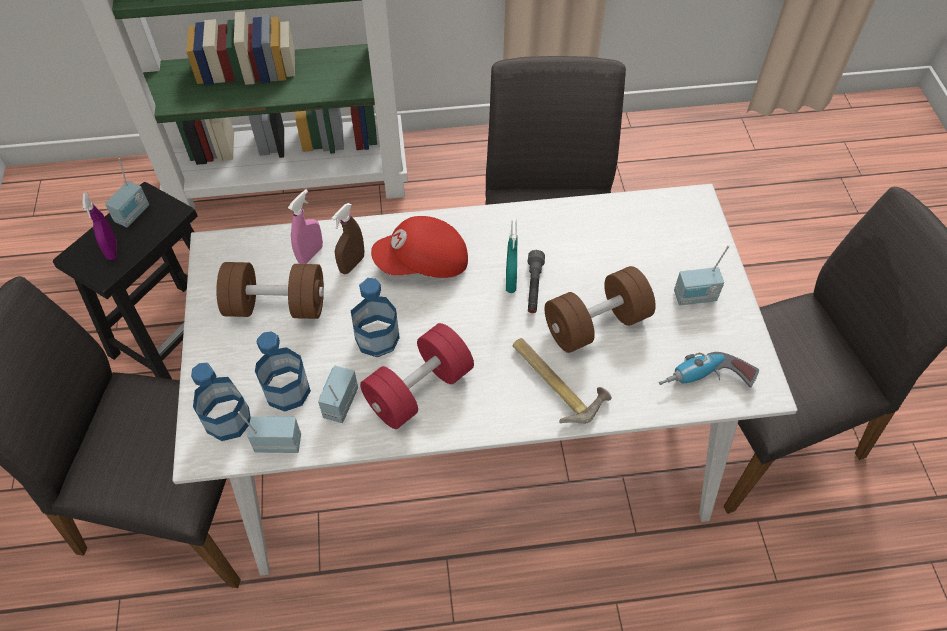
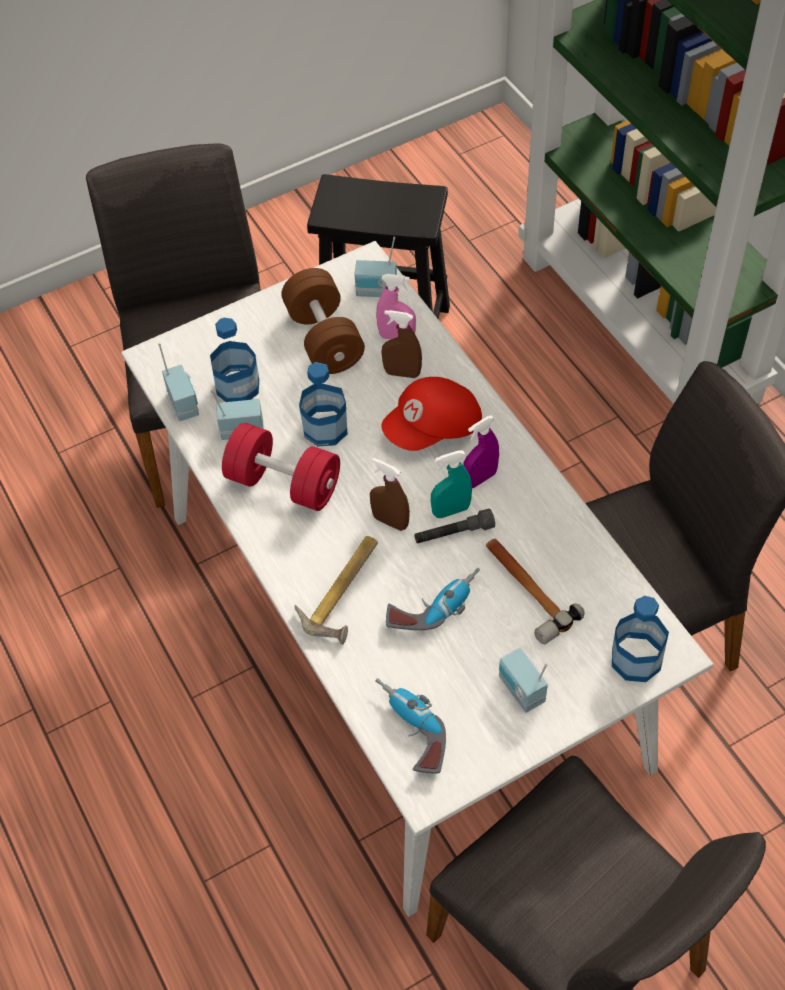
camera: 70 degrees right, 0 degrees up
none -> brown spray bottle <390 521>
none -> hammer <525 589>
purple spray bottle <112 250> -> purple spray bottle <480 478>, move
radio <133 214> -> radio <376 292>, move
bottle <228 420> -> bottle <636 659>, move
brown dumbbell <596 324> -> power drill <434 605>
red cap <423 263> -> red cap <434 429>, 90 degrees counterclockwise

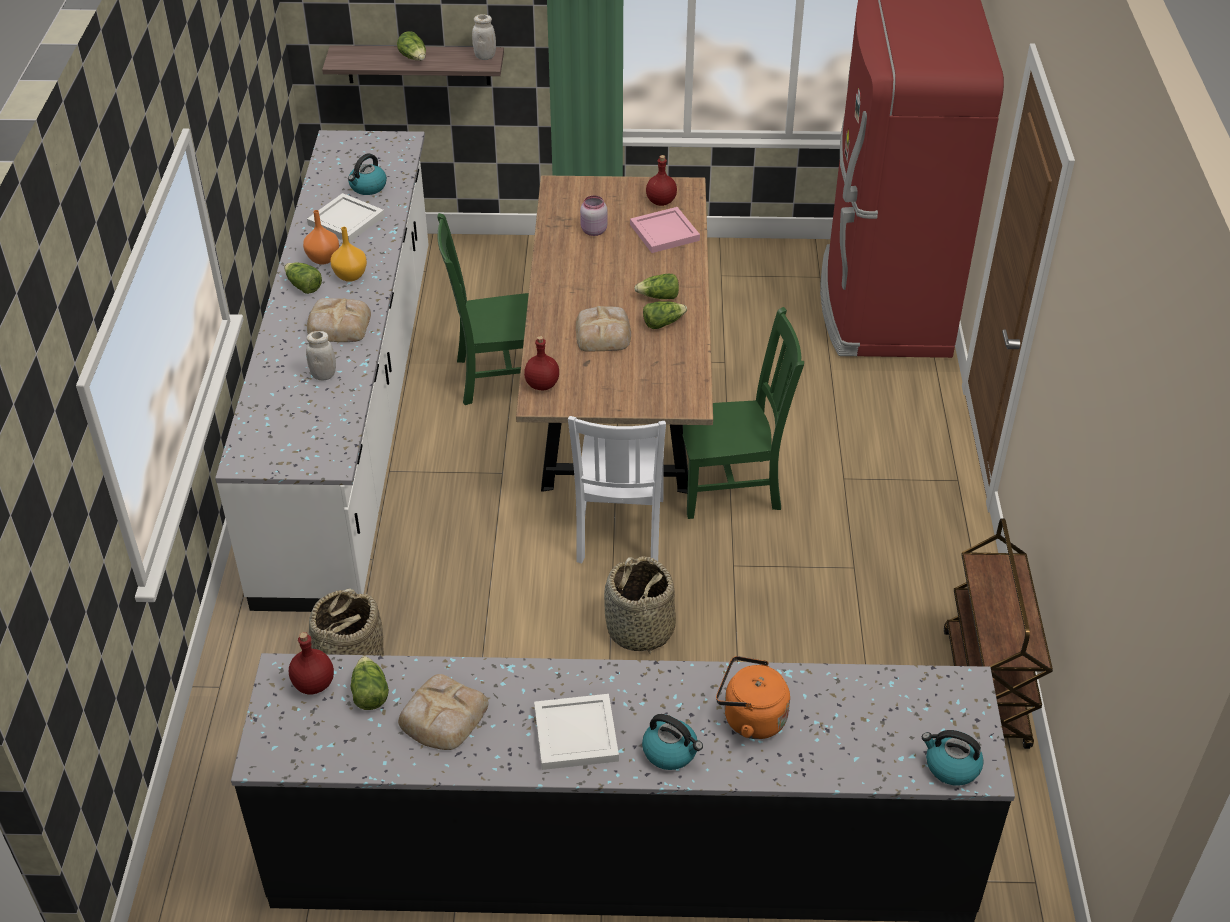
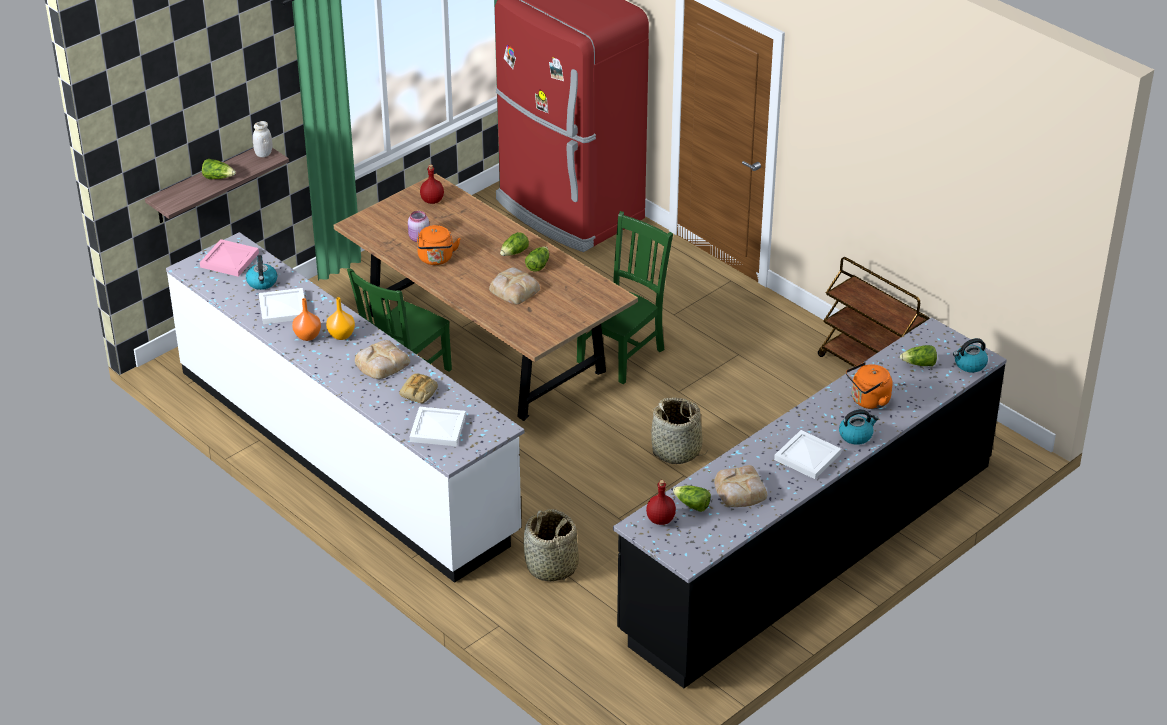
camera: 45 degrees left, 5 degrees down
red bottle <541 384> -> none
white chair <620 533> -> none
none -> white tray <437 428>
none -> orange kettle <436 259>
lettuce <303 286> -> lettuce <919 364>, move
pink tray <663 232> -> pink tray <228 260>, move
white jar <323 375> -> bread <419 392>

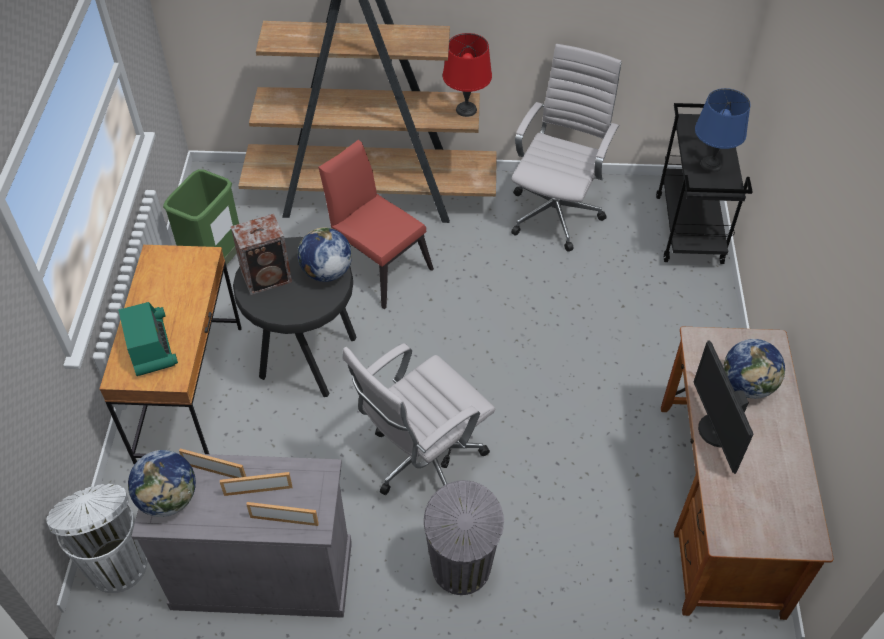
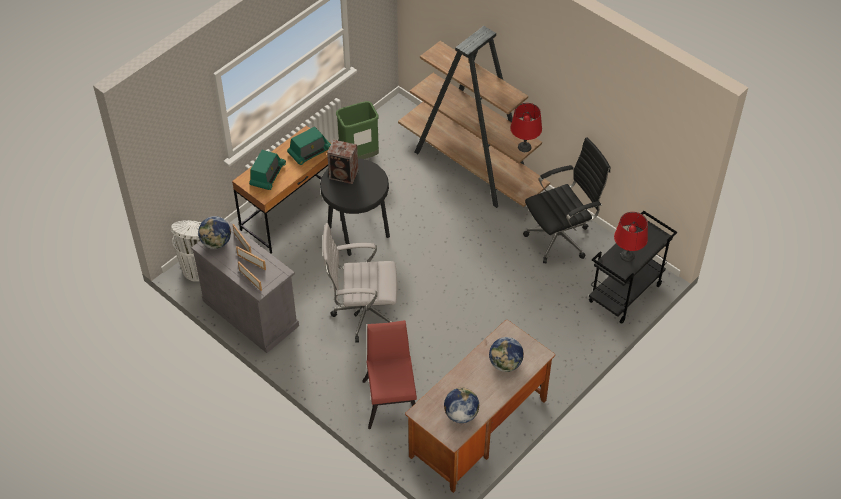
camera: 40 degrees right, 0 degrees up
grey trash can <461 569> -> none
monitor <716 430> -> none
none -> radio <310 152>
globe <326 272> -> globe <460 414>, move
red chair <377 264> -> red chair <391 397>, move
white office chair <556 212> -> black office chair <561 238>
blue table lamp <711 165> -> red table lamp <627 256>

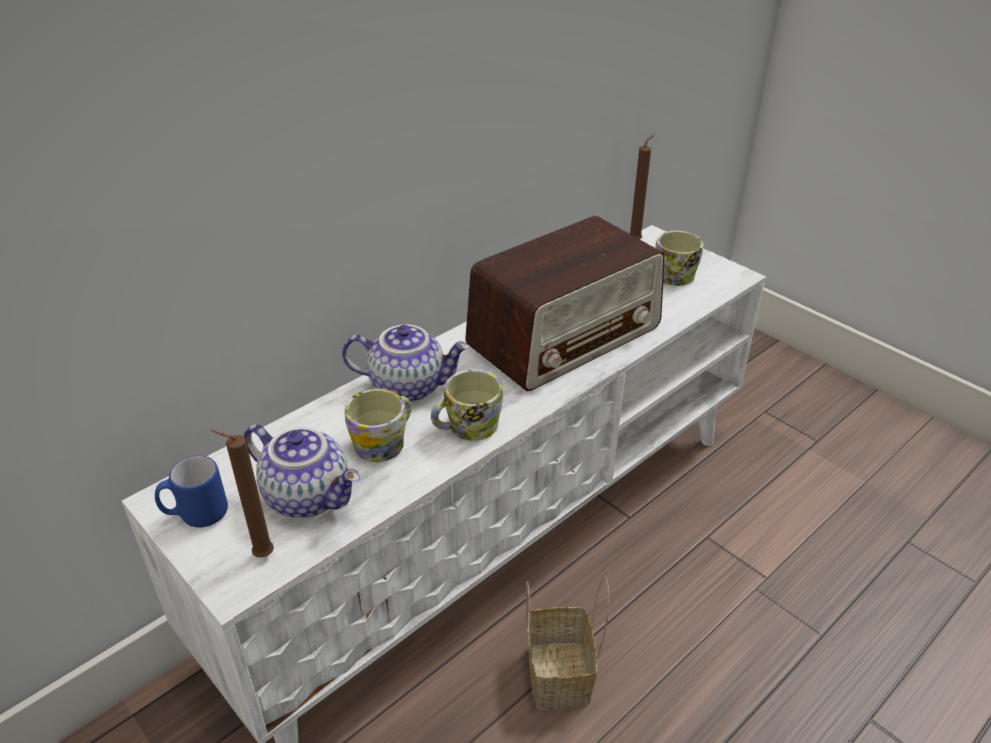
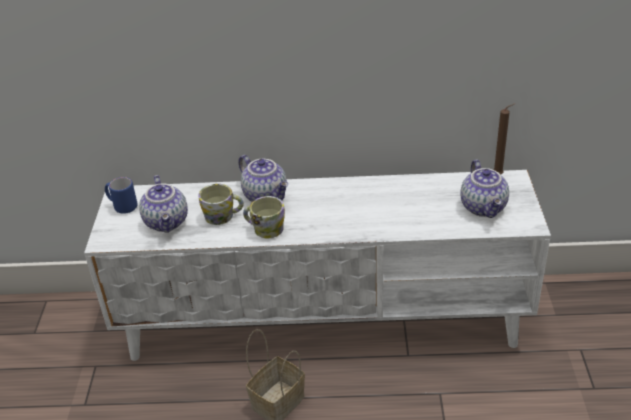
camera: 45 degrees right, 0 degrees up
brown candle <260 555> -> none
radio <565 336> -> none
mug <671 279> -> teapot <484 207>

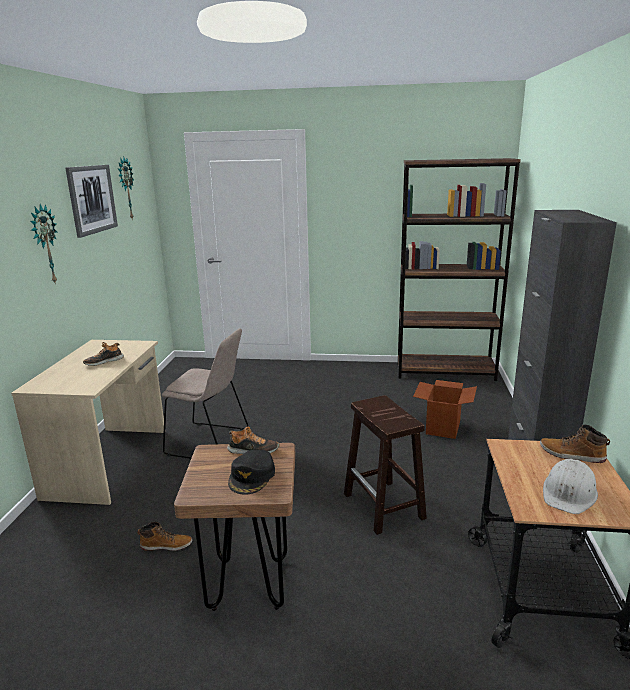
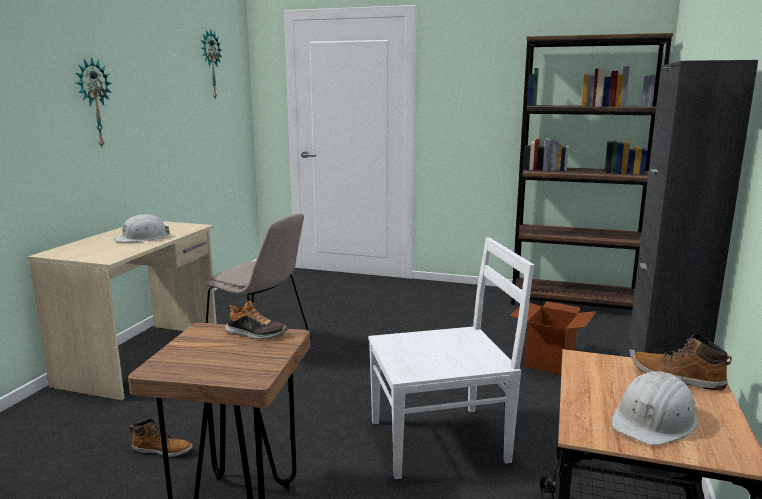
camera: 10 degrees right, 5 degrees down
picture <92 199> -> none
black cap <252 476> -> none
shoe <104 361> -> white hard hat <142 238>
brown stool <384 506> -> white chair <442 440>

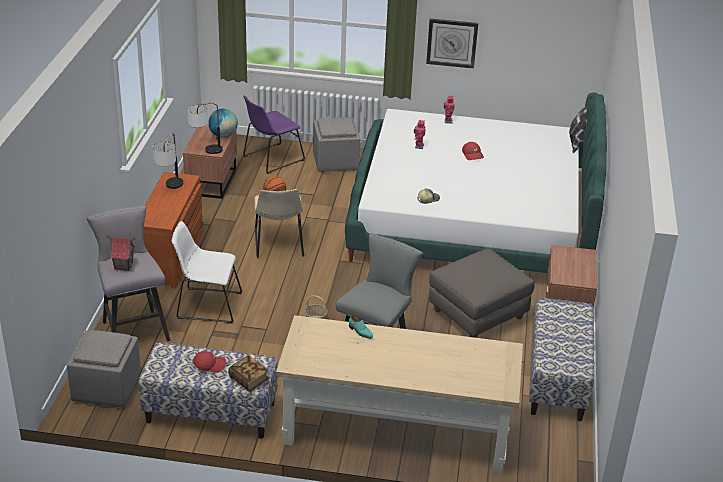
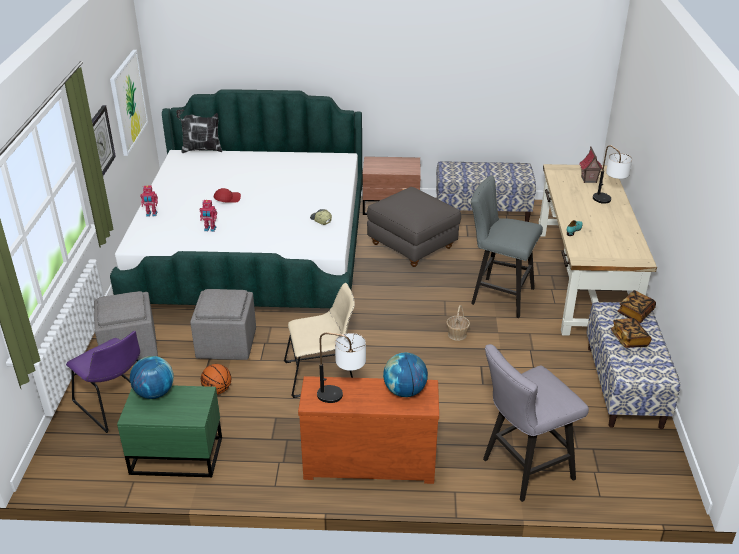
camera: 95 degrees left, 0 degrees up
white chair <206 305> -> none
none -> picture <128 102>
none -> globe <405 391>
grey ottoman <107 388> -> grey ottoman <227 344>, move
toy house <123 266> -> toy house <588 180>, move
table lamp <205 151> -> table lamp <607 203>, move
red cap <209 364> -> book <629 339>
brown nightstand <212 181> -> green nightstand <175 454>

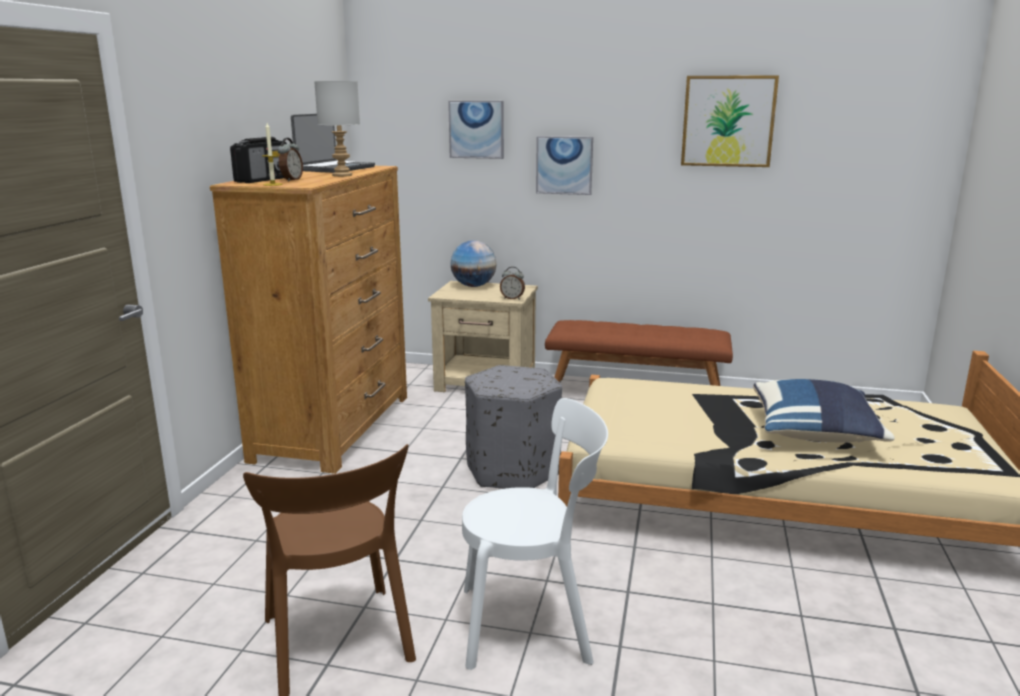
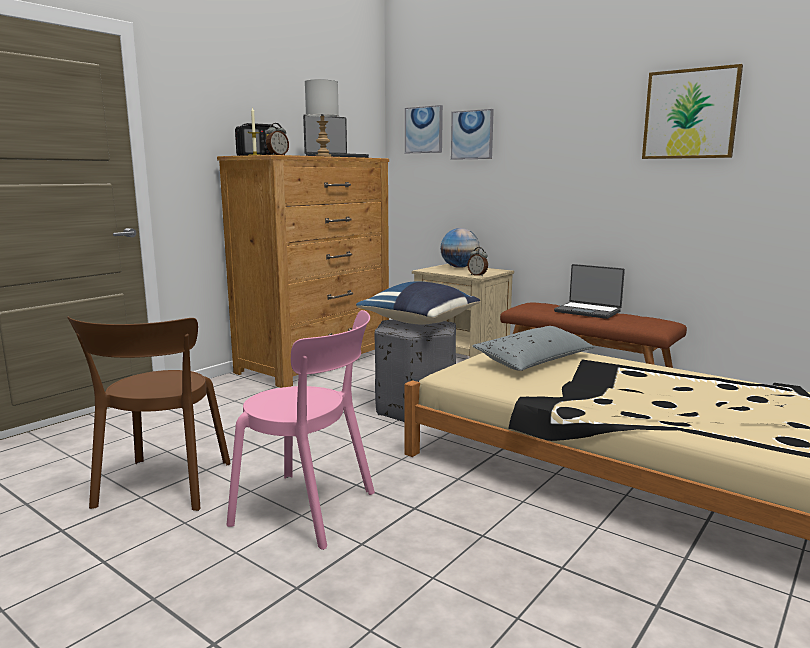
camera: 25 degrees right, 5 degrees down
none -> grey pillow <534 360>
none -> laptop <588 311>
picture <564 165> -> picture <424 130>, move
blue pillow <815 434> -> blue pillow <420 322>, move
white chair <533 623> -> pink chair <310 510>

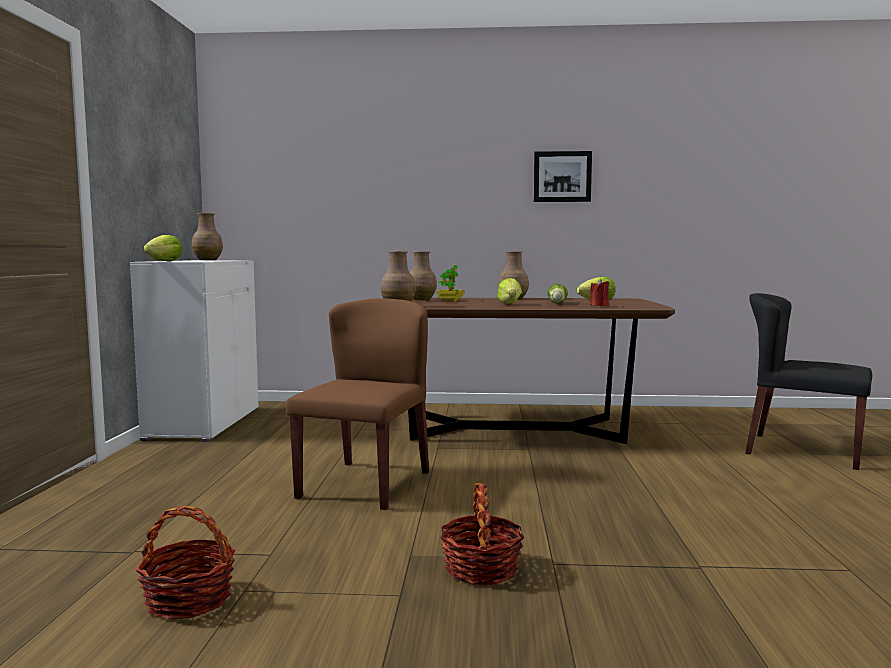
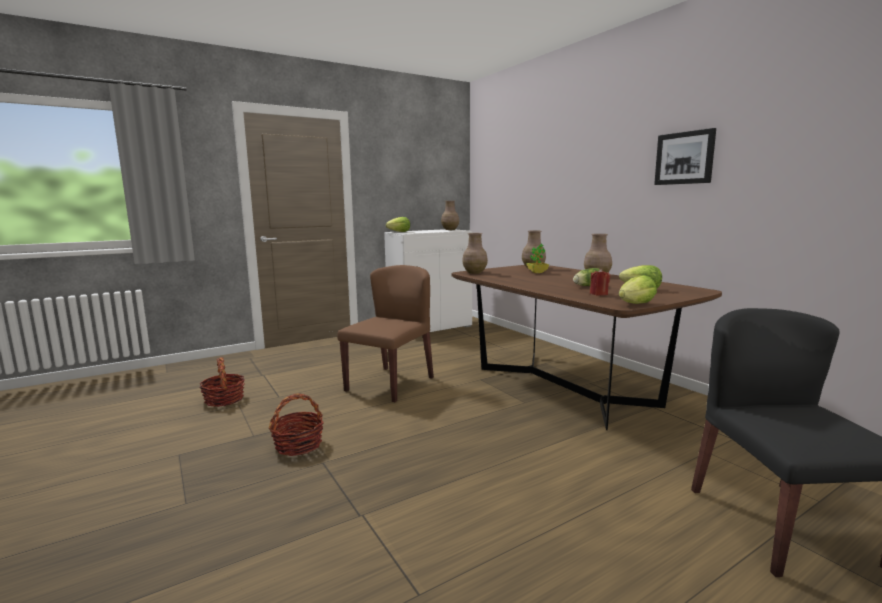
camera: 55 degrees right, 5 degrees up
lettuce <510 304> -> lettuce <636 304>, move
brown chair <365 484> -> brown chair <390 383>, 45 degrees counterclockwise

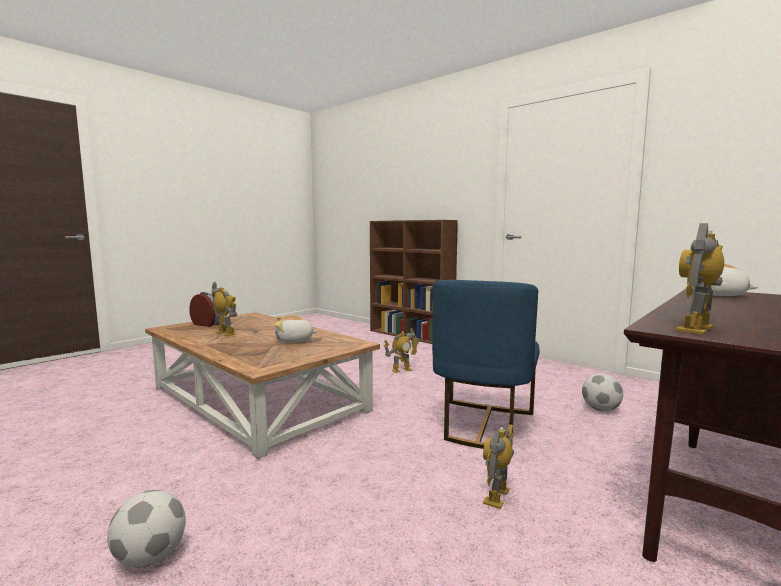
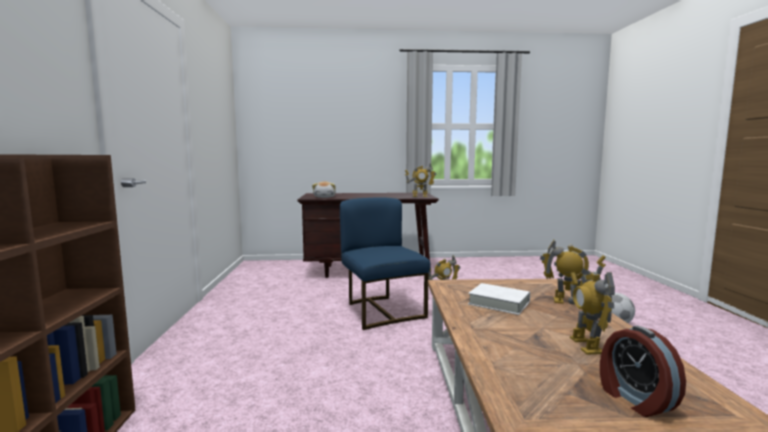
camera: 135 degrees left, 0 degrees up
football <601 409> -> none
toy robot <401 370> -> toy robot <569 302>, move
plush toy <294 340> -> white book <499 303>
blue chair <483 425> -> blue chair <381 311>, 90 degrees counterclockwise

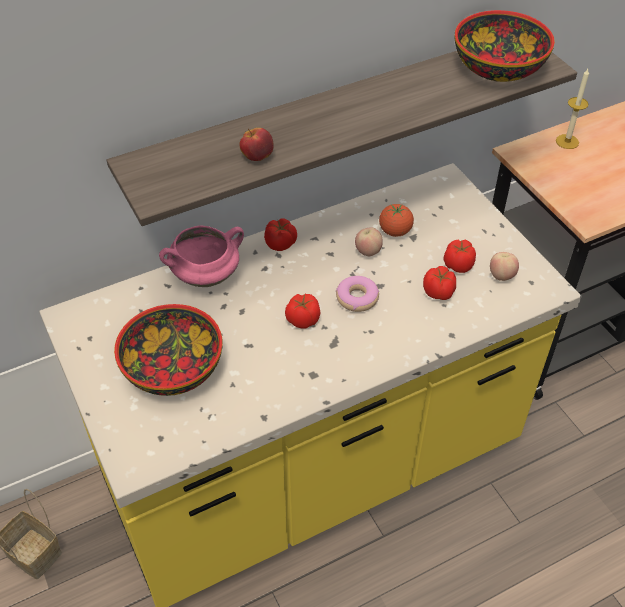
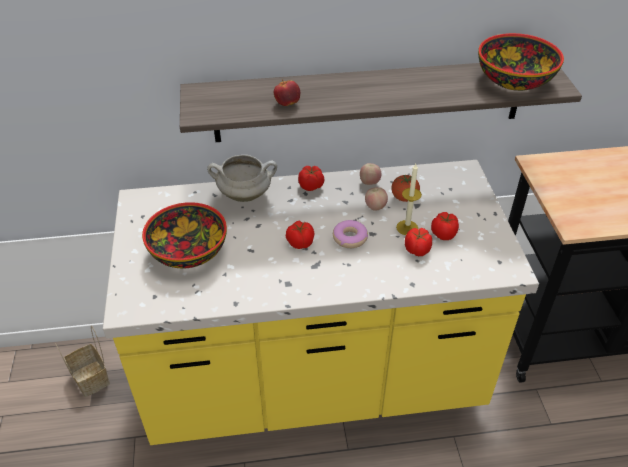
camera: 20 degrees right, 5 degrees down
apple <501 276> -> apple <369 183>, move
candle <567 141> -> candle <407 228>, move
pink cooking pot <206 275> -> white cooking pot <245 194>

